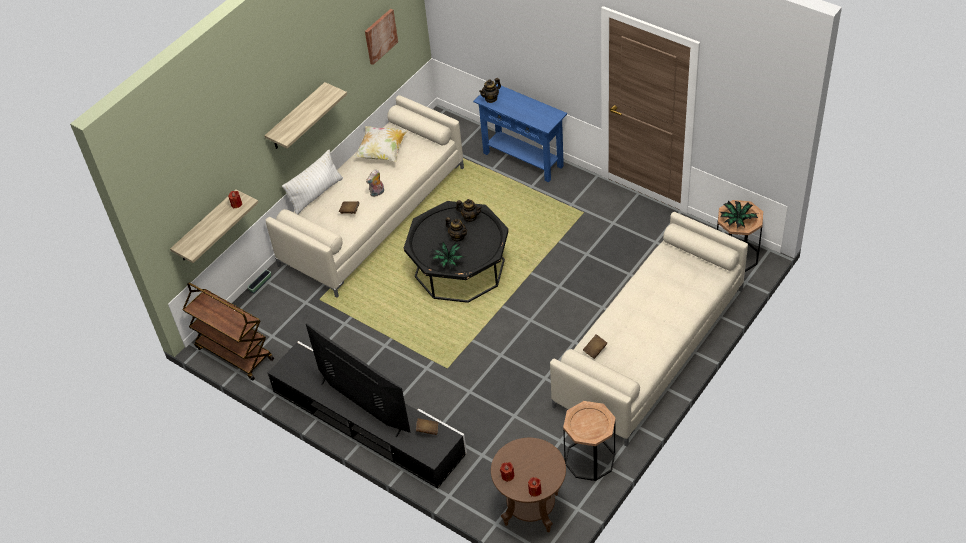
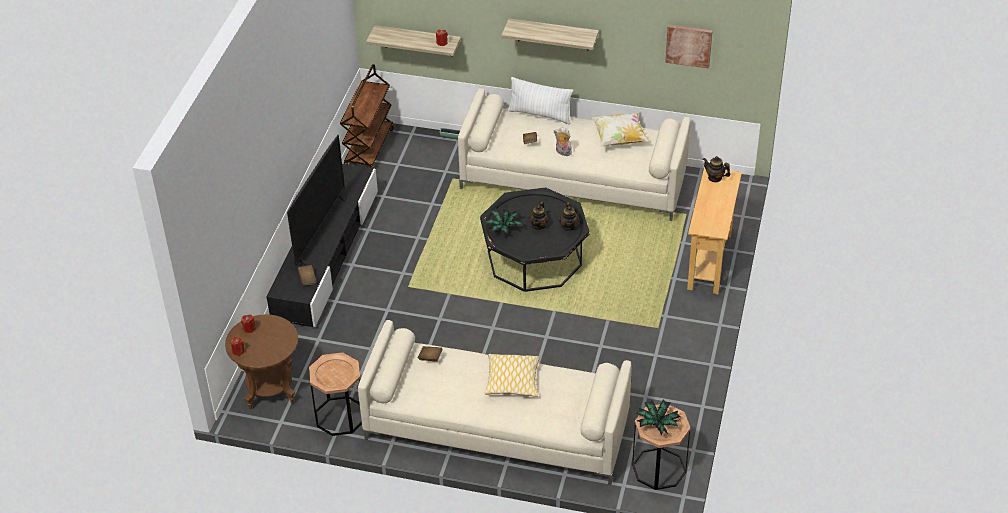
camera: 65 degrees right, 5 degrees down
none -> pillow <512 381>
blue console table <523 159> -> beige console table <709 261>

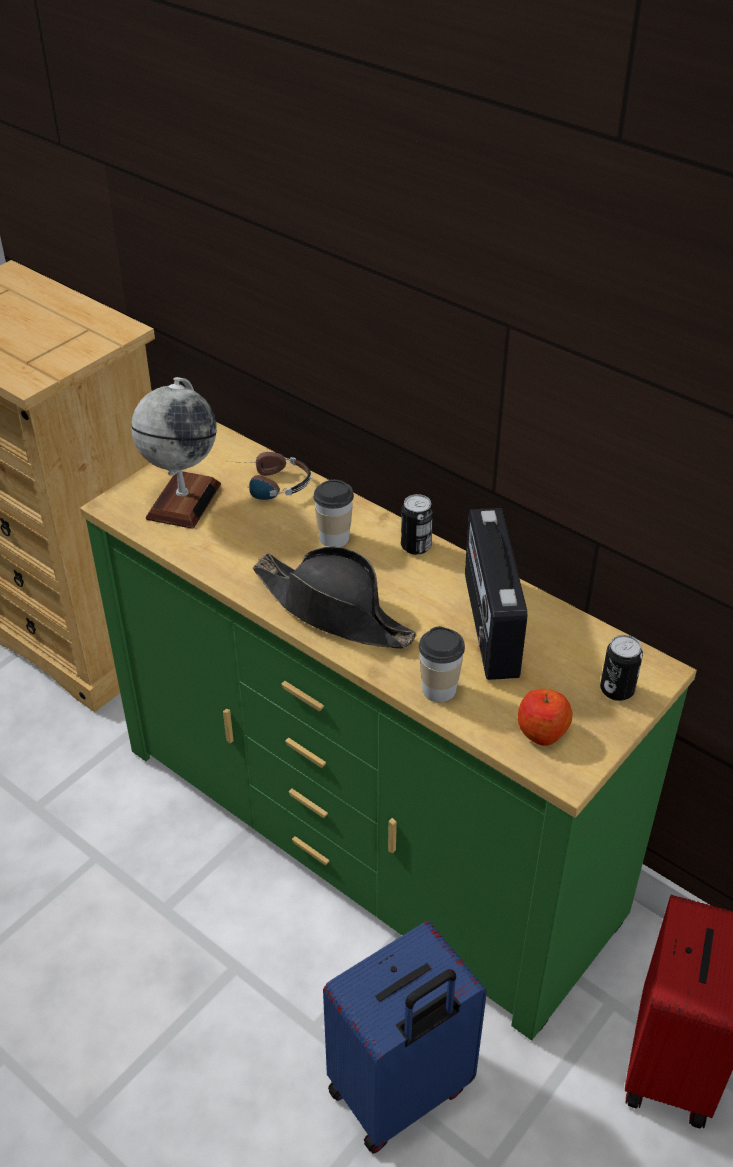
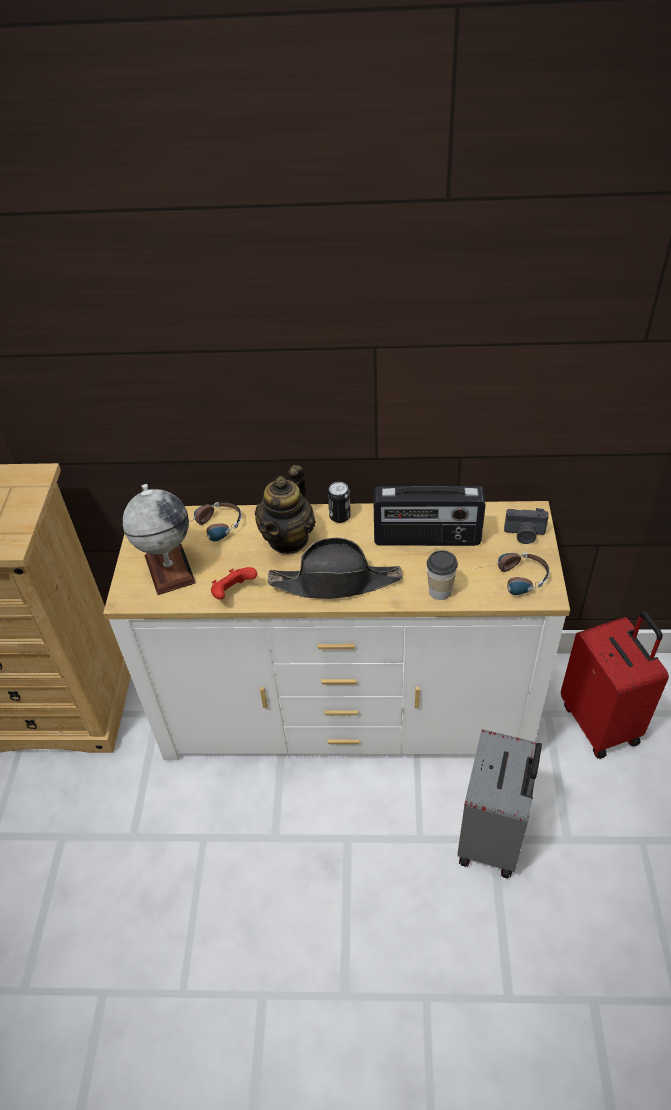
camera: 35 degrees left, 5 degrees up
none -> red game controller <233 592>
cup <334 538> -> teapot <288 538>
apple <542 731> -> headphones <513 580>
can <617 690> -> photo camera <524 535>
green dresser <367 828> -> white dresser <346 709>
blue suitcase <401 1093> -> grey suitcase <494 836>
radio <488 625> -> radio <427 539>, 45 degrees counterclockwise

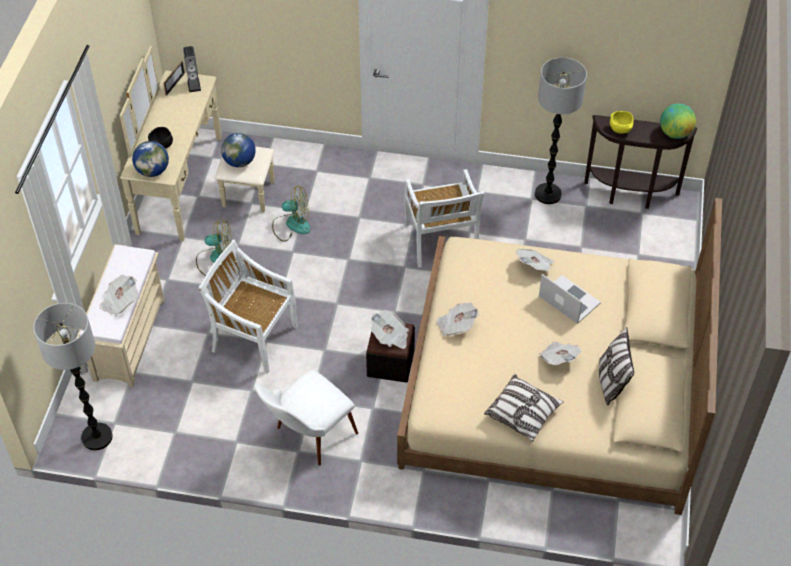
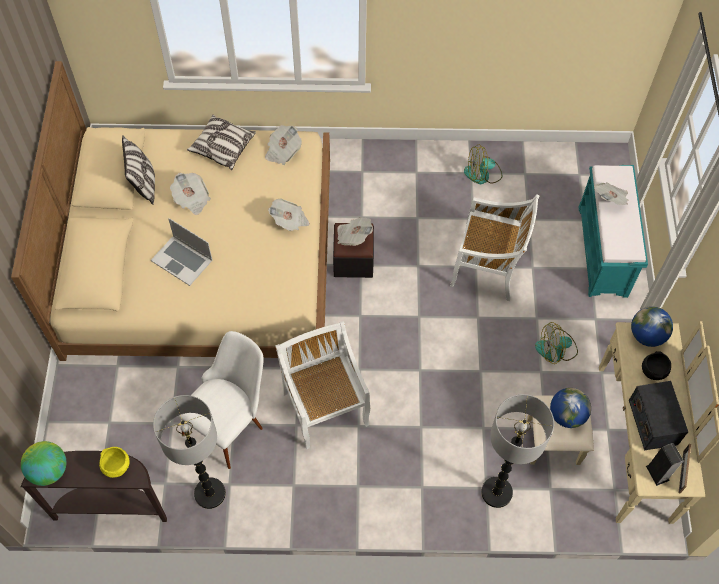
camera: 170 degrees right, 10 degrees up
none -> radio <652 422>
floor lamp <97 437> -> floor lamp <496 492>, move
white chair <307 438> -> white chair <230 421>, move
fan <291 225> -> fan <483 174>, move
newspaper <535 266> -> newspaper <282 151>, move
beige bench <129 338> -> turquoise bench <603 252>

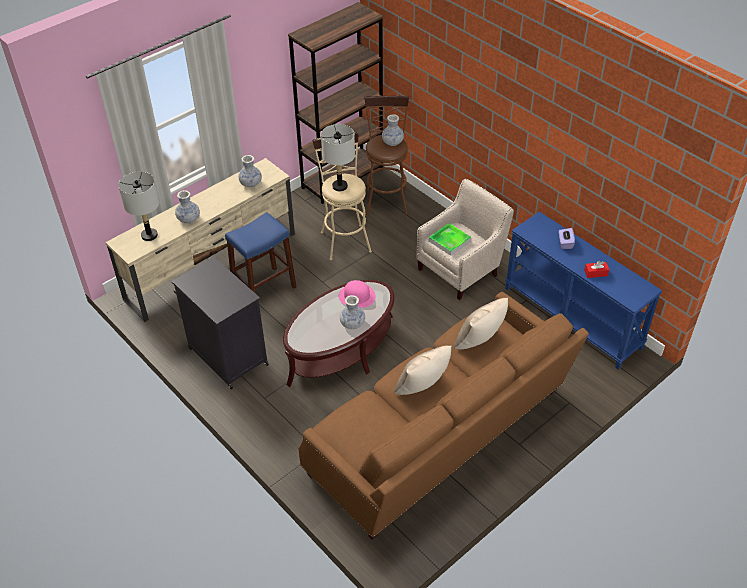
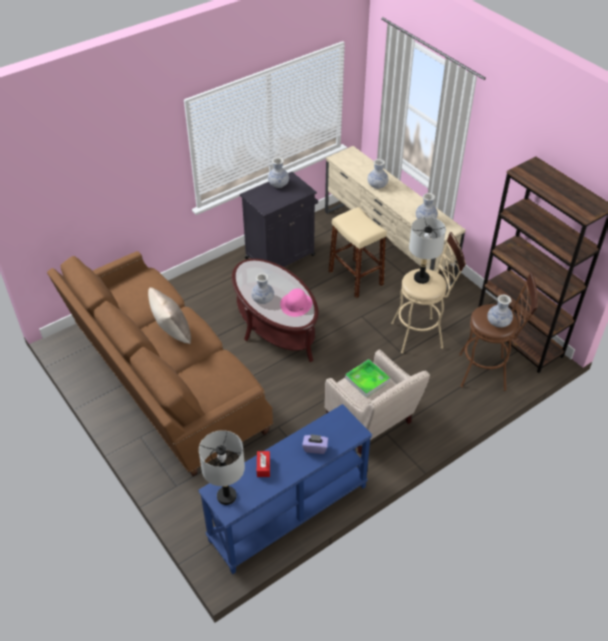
camera: 95 degrees right, 0 degrees up
beige pillow <480 341> -> none
none -> vase <278 184>
grey table lamp <149 235> -> grey table lamp <226 496>, move
blue stool <264 289> -> beige stool <355 278>

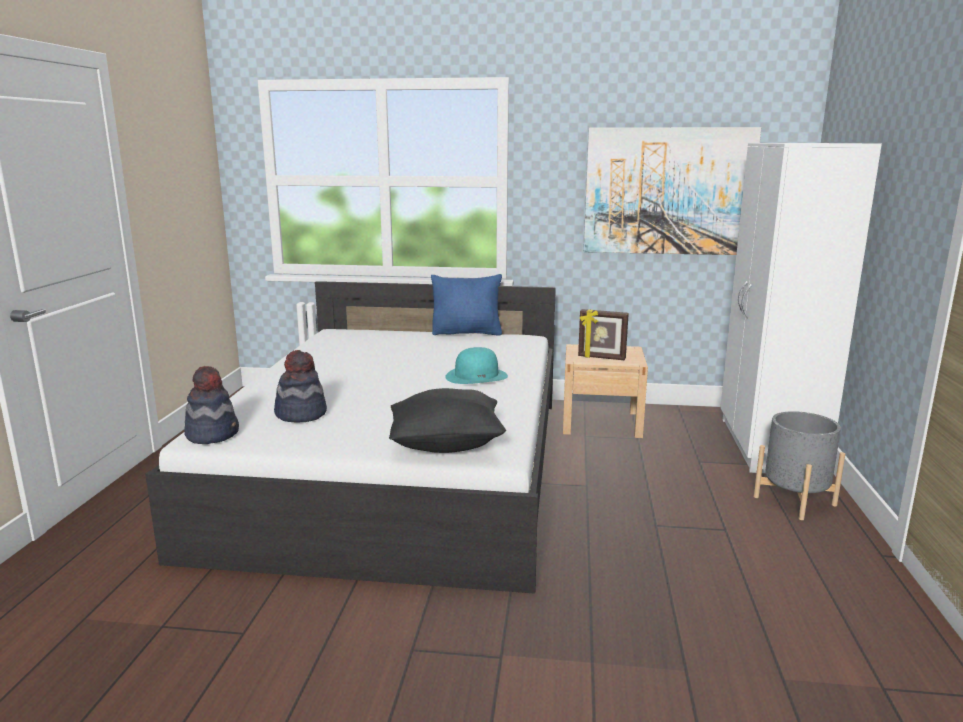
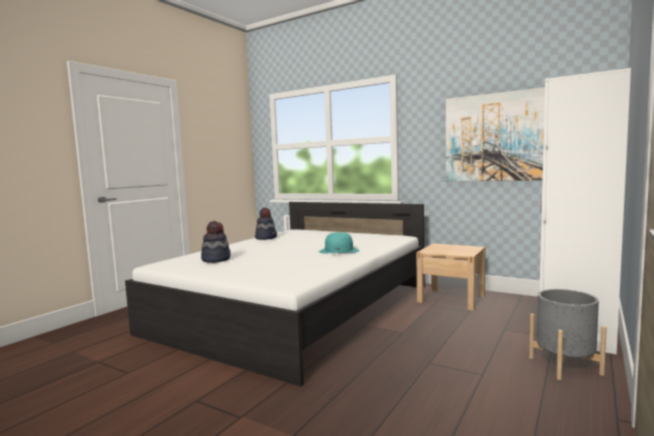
camera: 25 degrees right, 10 degrees down
black pillow <447 445> -> none
blue pillow <467 333> -> none
picture frame <601 358> -> none
hat <213 434> -> hat <266 238>, move

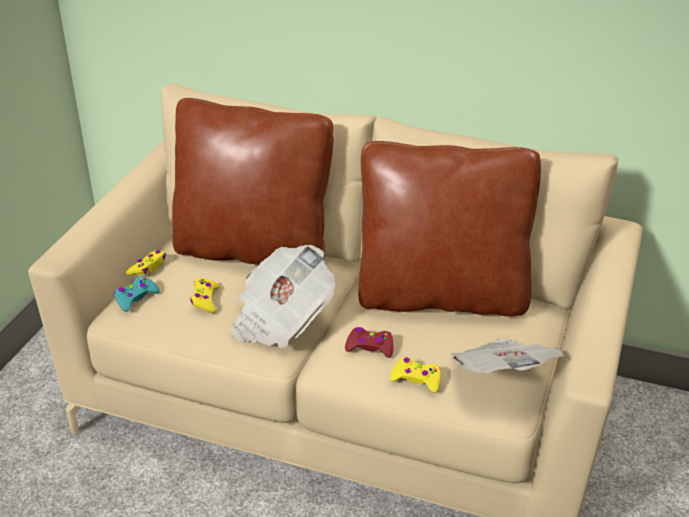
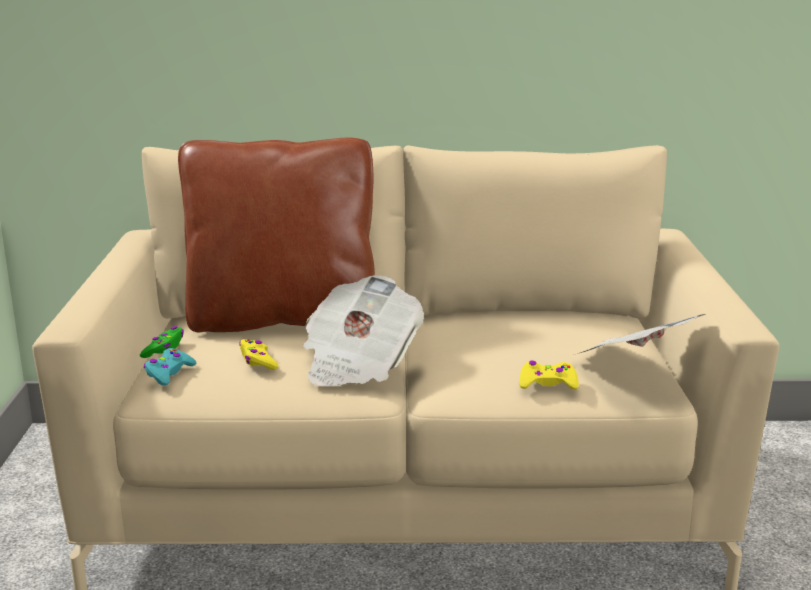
camera: 20 degrees left, 15 degrees down
red game controller <370 347> -> none
brown pillow <441 296> -> none
yellow game controller <148 267> -> green game controller <164 349>

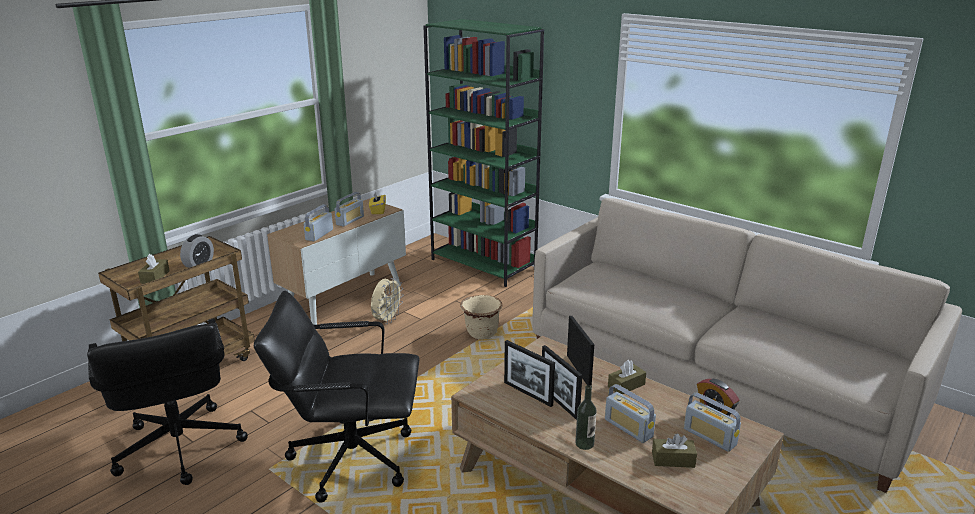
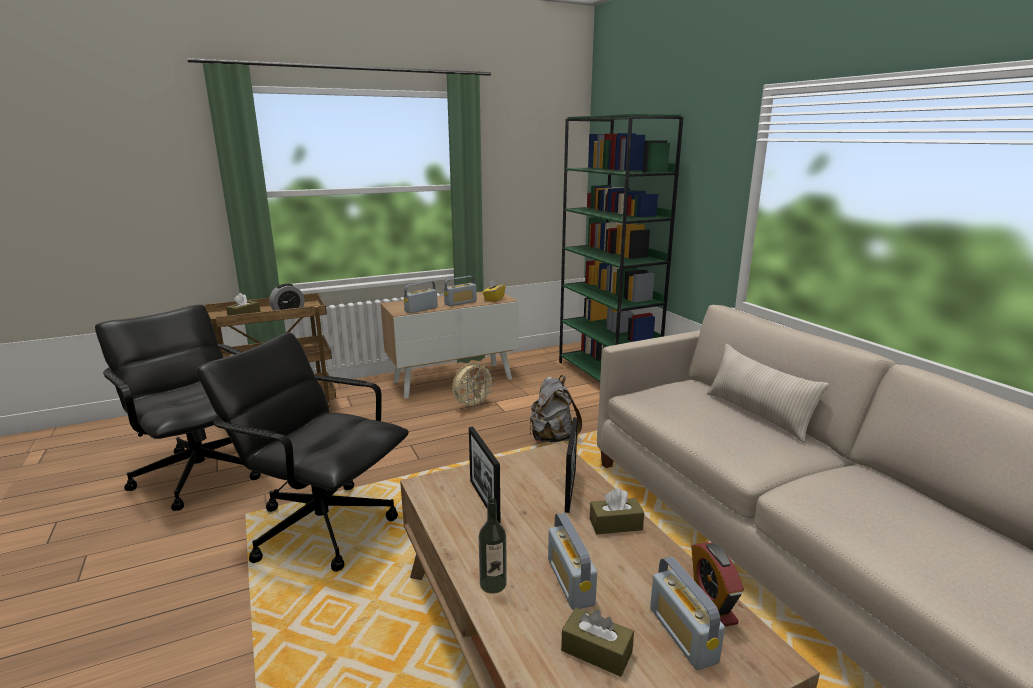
camera: 25 degrees right, 5 degrees down
picture frame <559 402> -> none
none -> beige pillow <757 414>
beige planter <481 334> -> grey backpack <552 438>
black office chair <178 448> -> black office chair <201 473>, 135 degrees clockwise

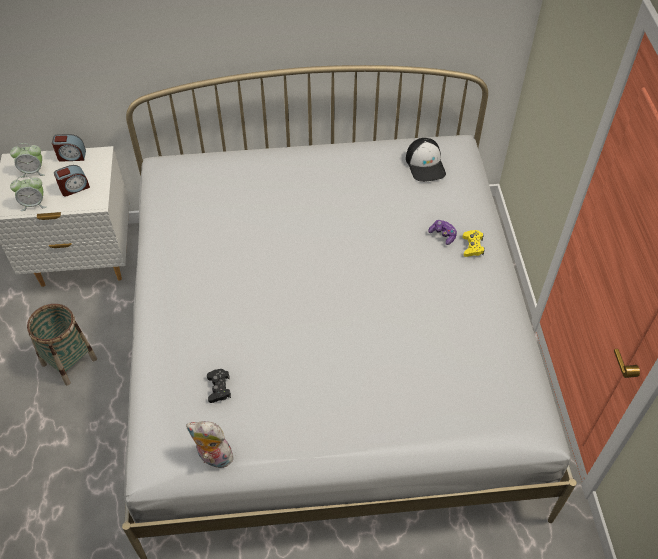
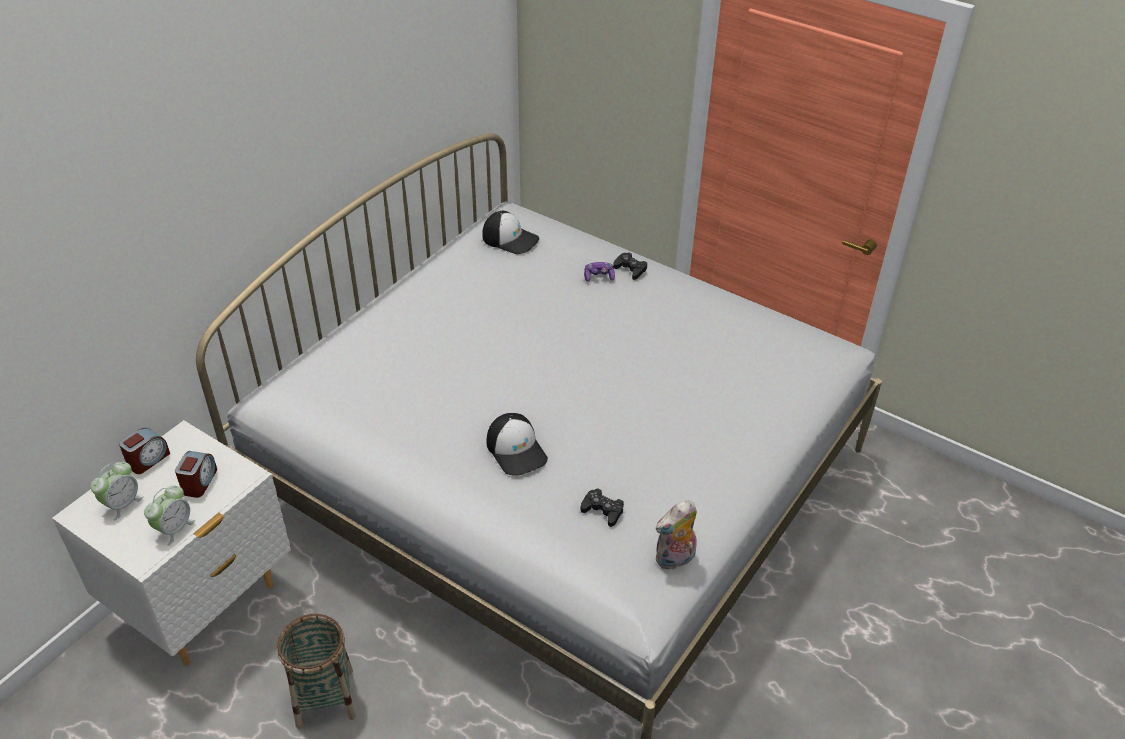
camera: 50 degrees left, 10 degrees down
none -> cap <517 450>
yellow game controller <472 246> -> black game controller <630 269>

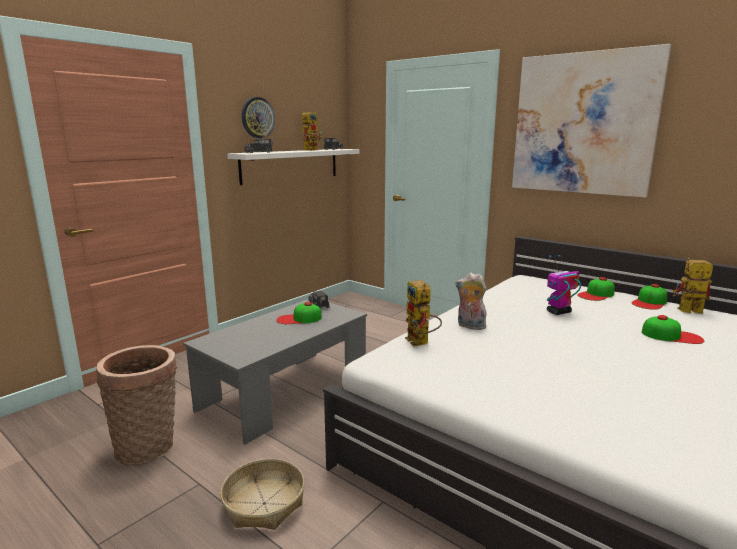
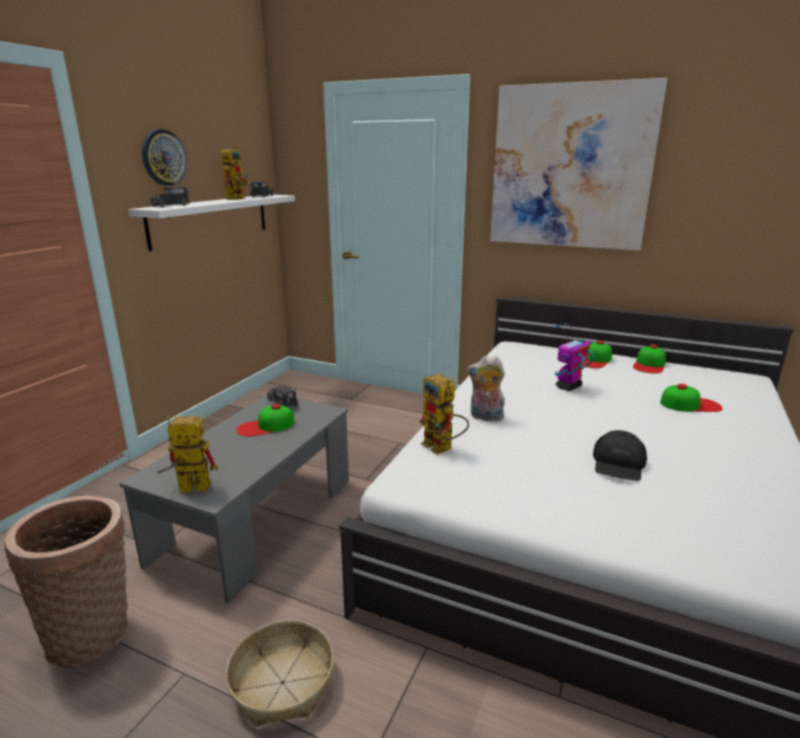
camera: 15 degrees left, 5 degrees up
none -> black cap <618 463>
toy robot <685 311> -> toy robot <187 489>, move

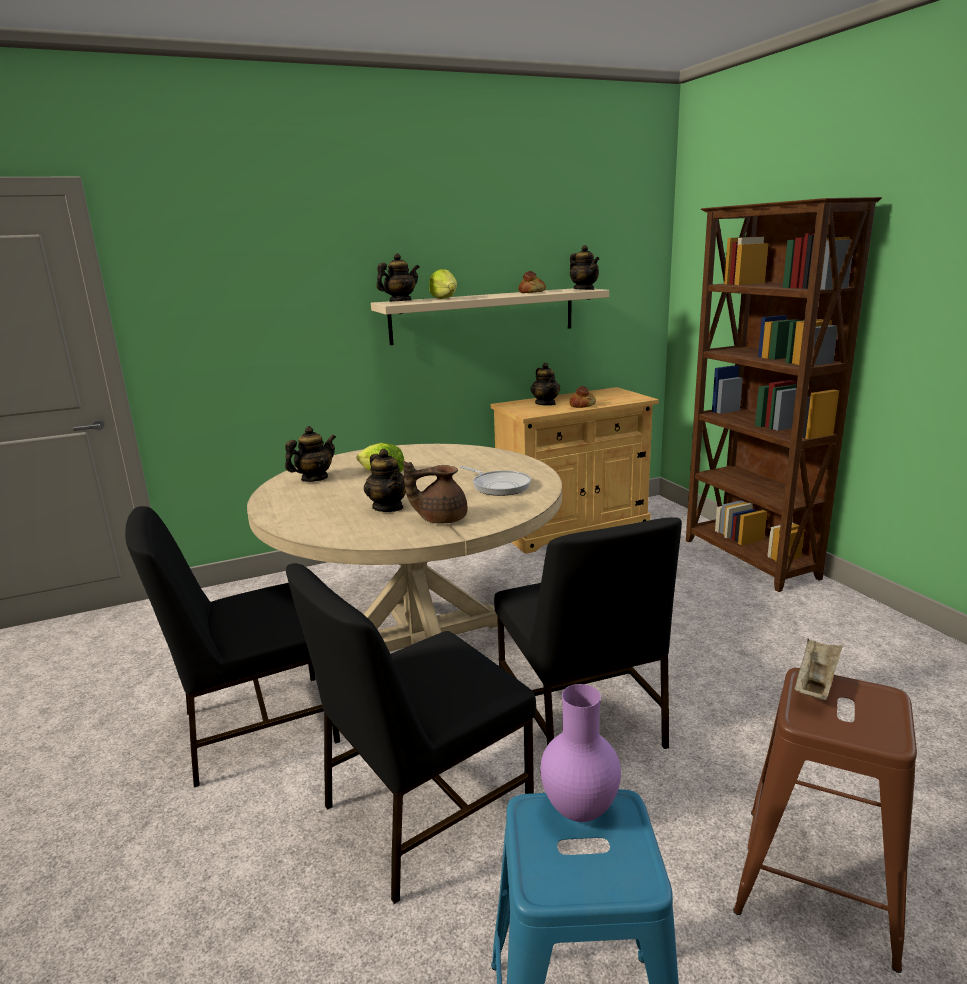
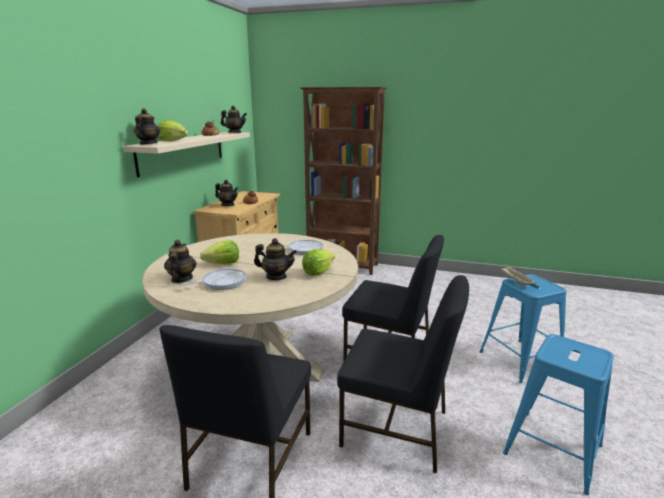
camera: 50 degrees left, 0 degrees up
purple vase <578 812> -> none
none -> frying pan <221 283>
brown teapot <440 519> -> lettuce <318 272>
brown stool <816 881> -> blue stool <519 360>
black chair <423 812> -> black chair <397 429>, 75 degrees counterclockwise

